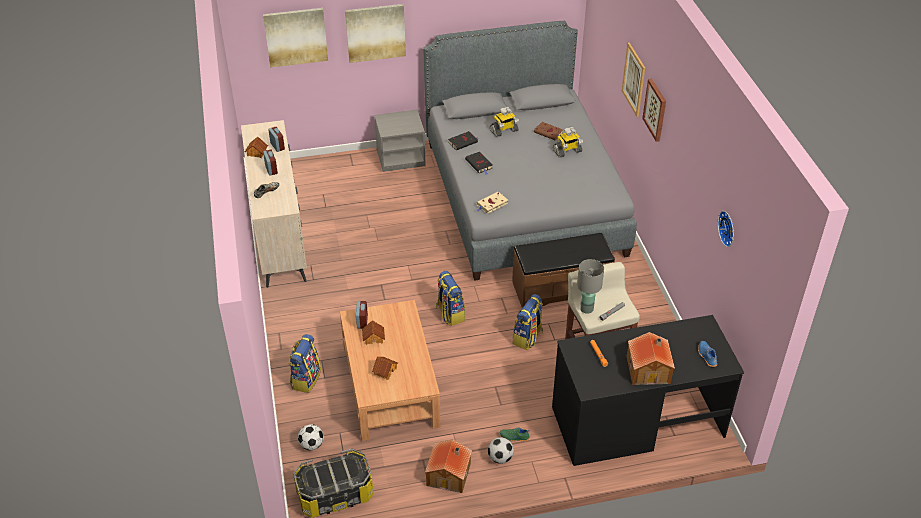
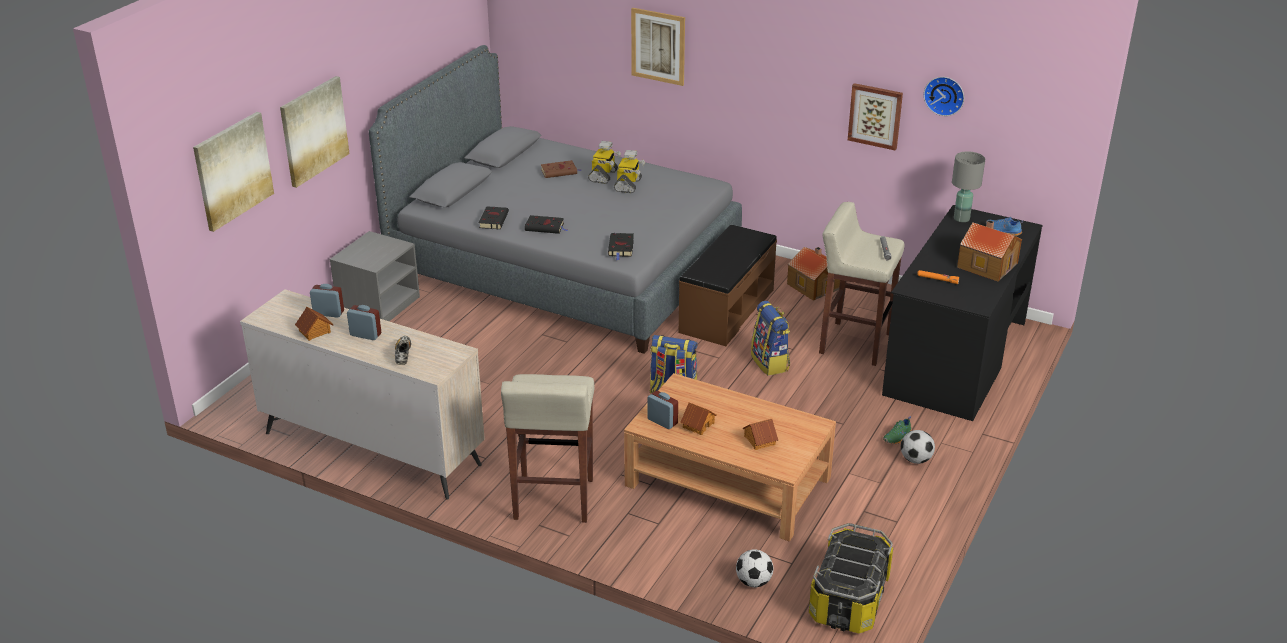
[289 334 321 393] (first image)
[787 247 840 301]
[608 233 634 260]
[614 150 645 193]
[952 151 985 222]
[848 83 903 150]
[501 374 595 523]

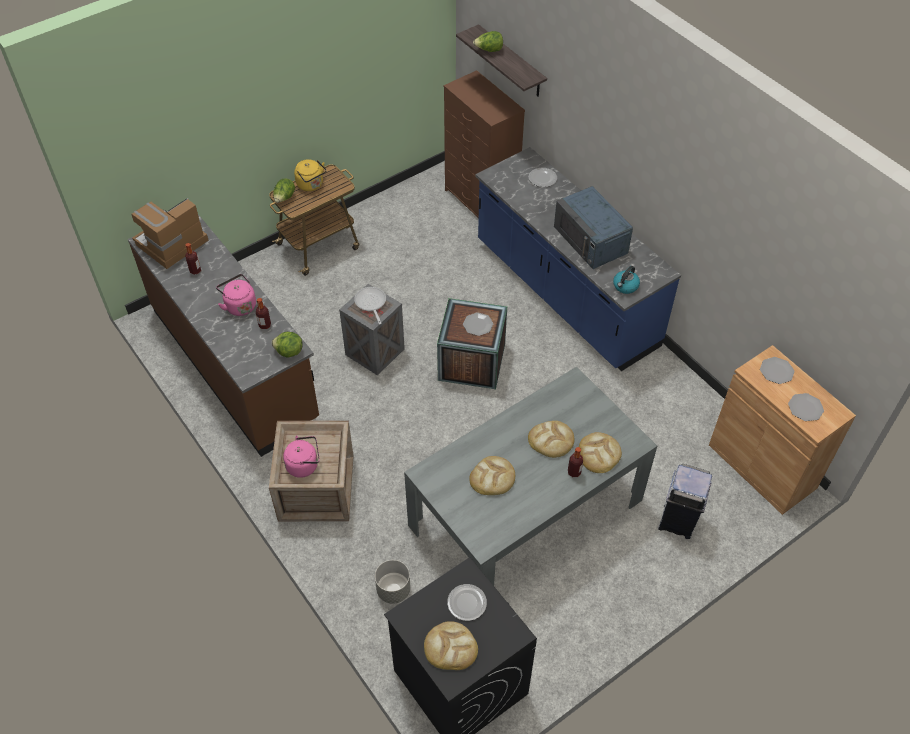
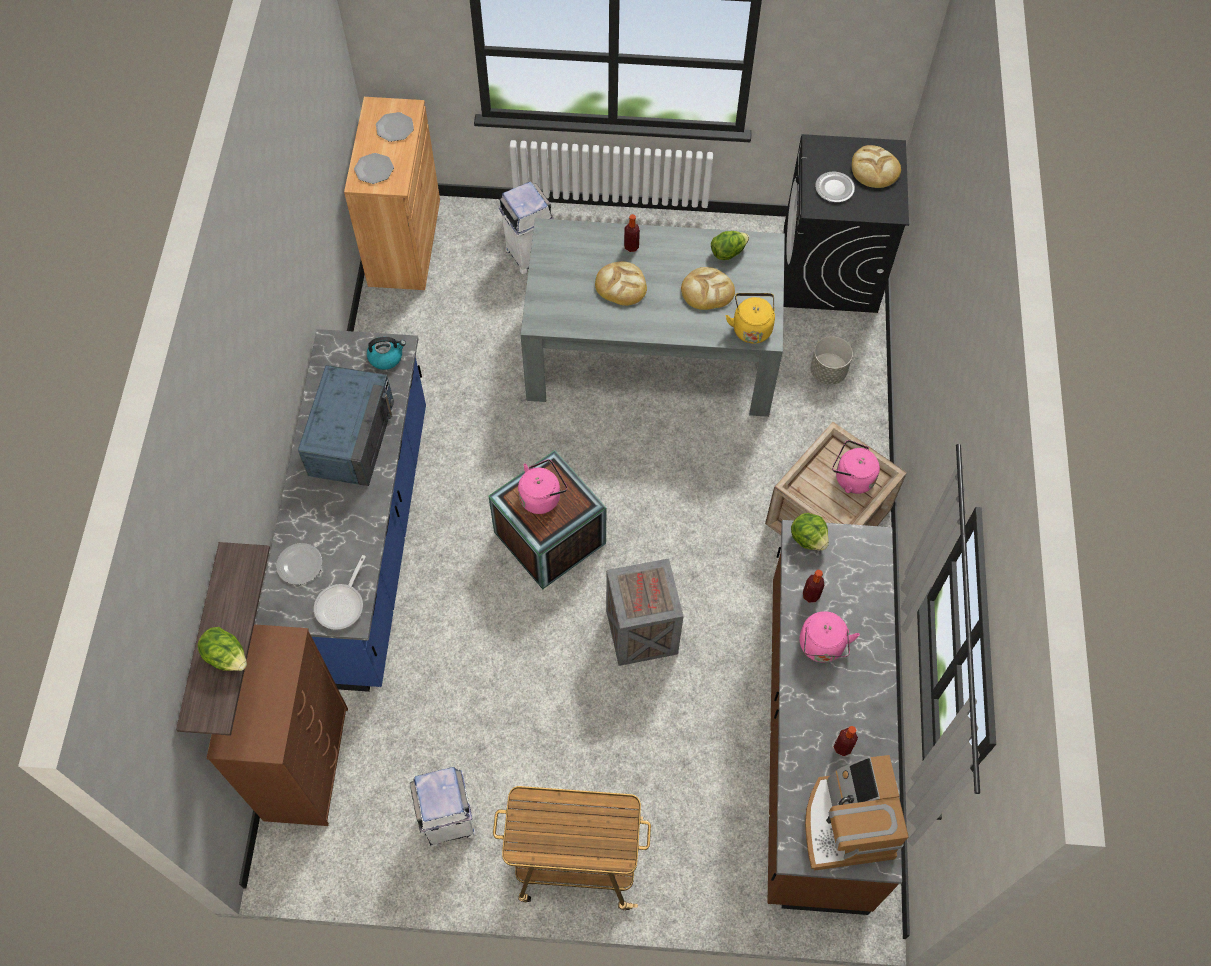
[805 755 909 871]
[711 231 749 260]
[725 293 775 344]
[314 555 366 630]
[518 459 567 514]
[579 432 622 473] (first image)
[410 767 476 847]

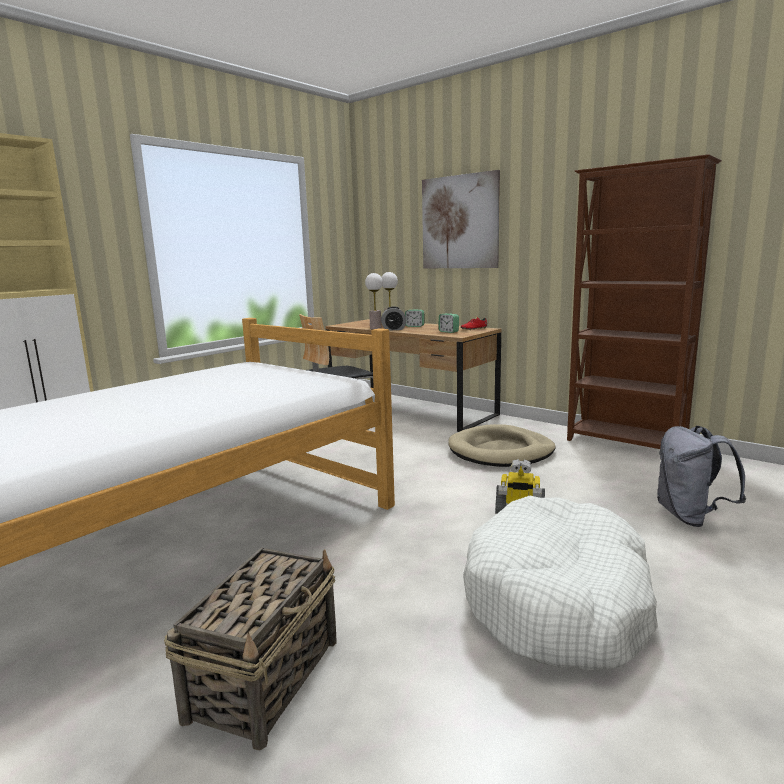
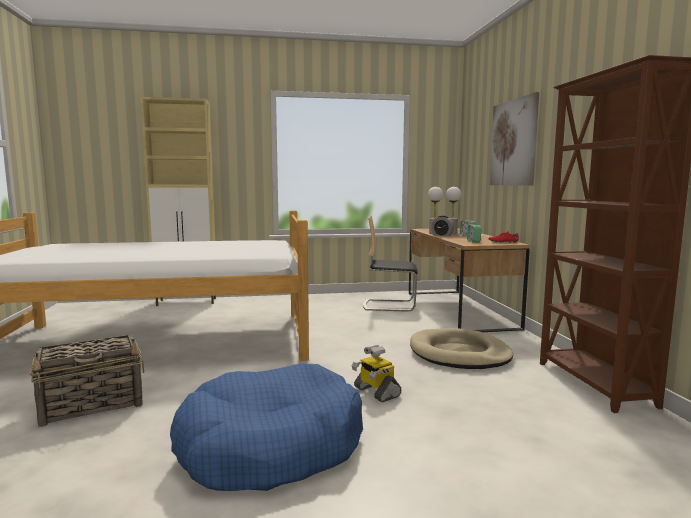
[170 363 363 491]
[657 426 746 527] (first image)

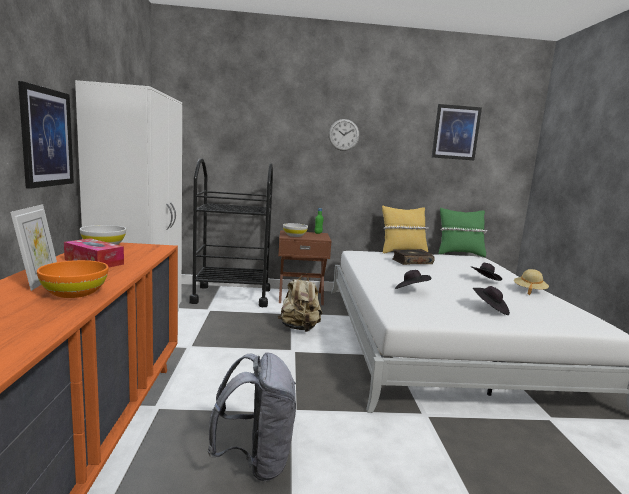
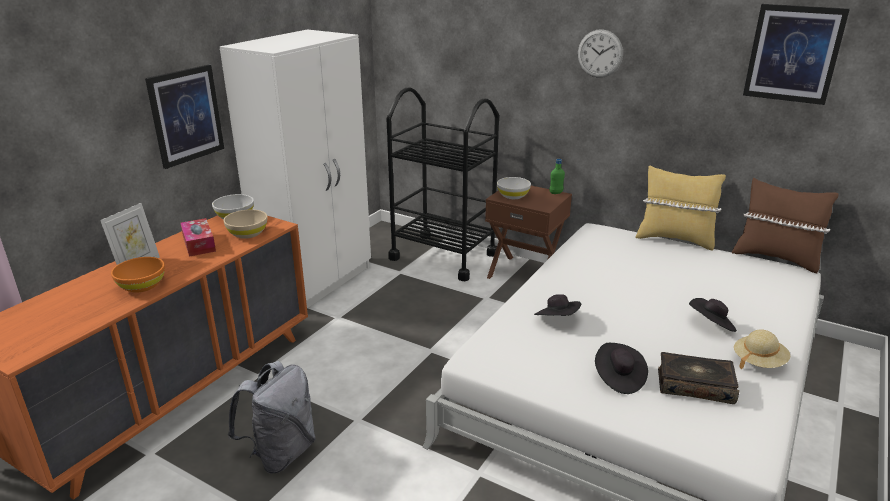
[278 274 322 332] (first image)
[658 352 739 404]
[732 178 839 273]
[223 209 267 239]

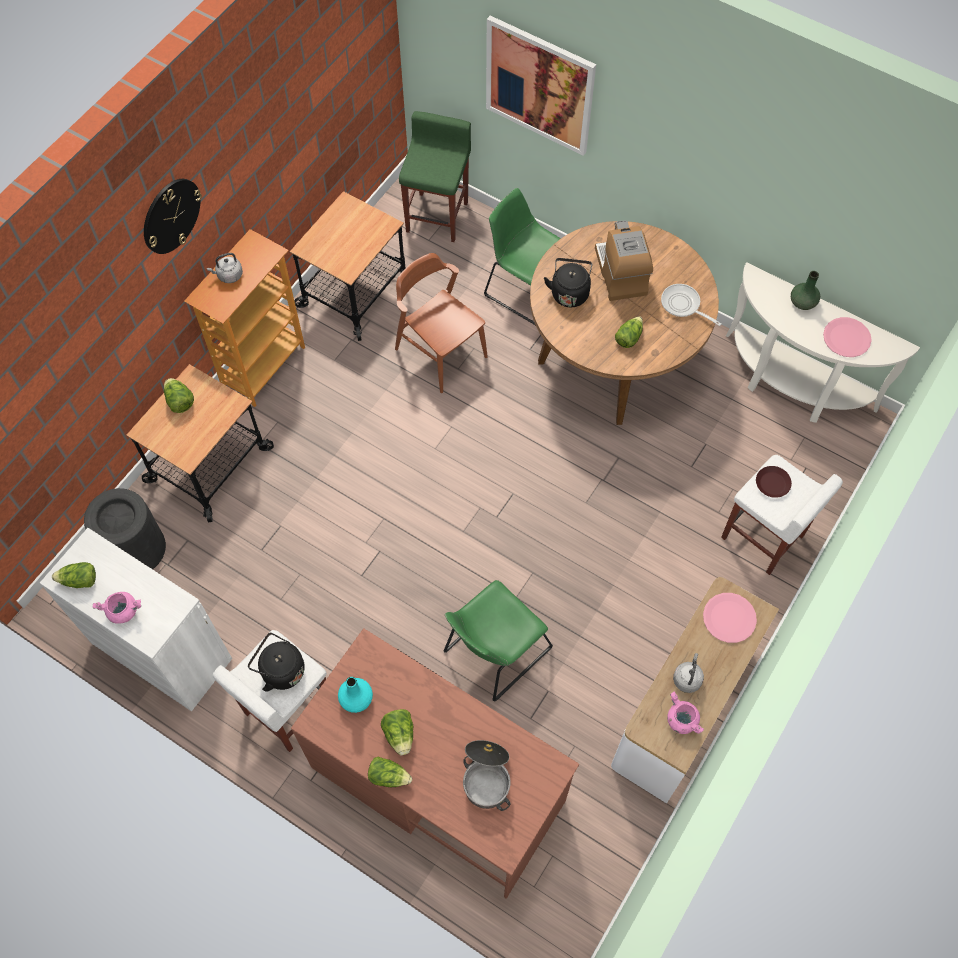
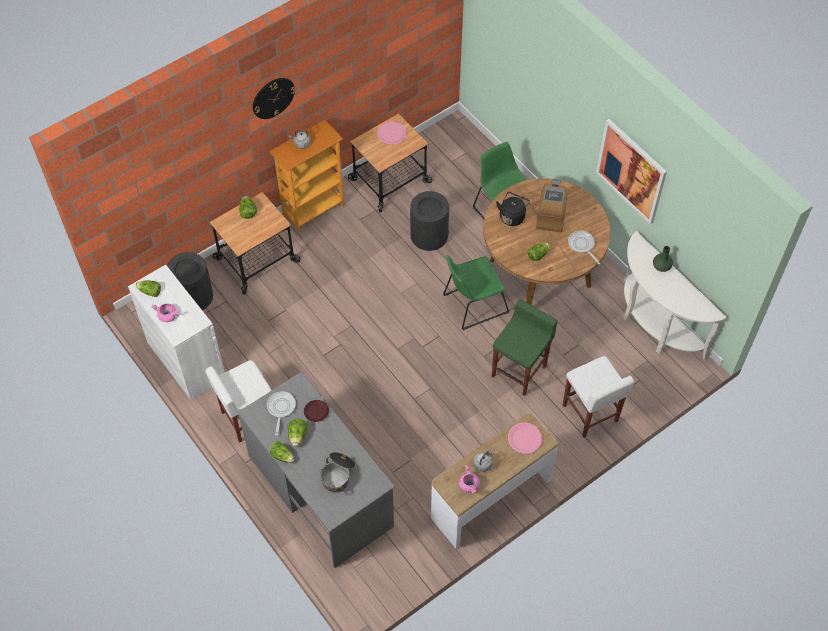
[248 633 305 692] (first image)
[238 372 395 568]
[267 391 296 436]
[410 191 449 251]
[492 300 558 396]
[443 255 509 330]
[596 119 667 225]
[304 400 329 422]
[377 122 407 145]

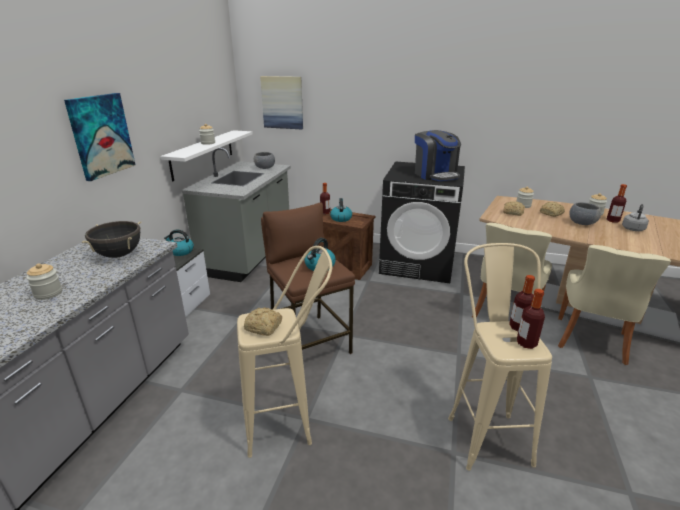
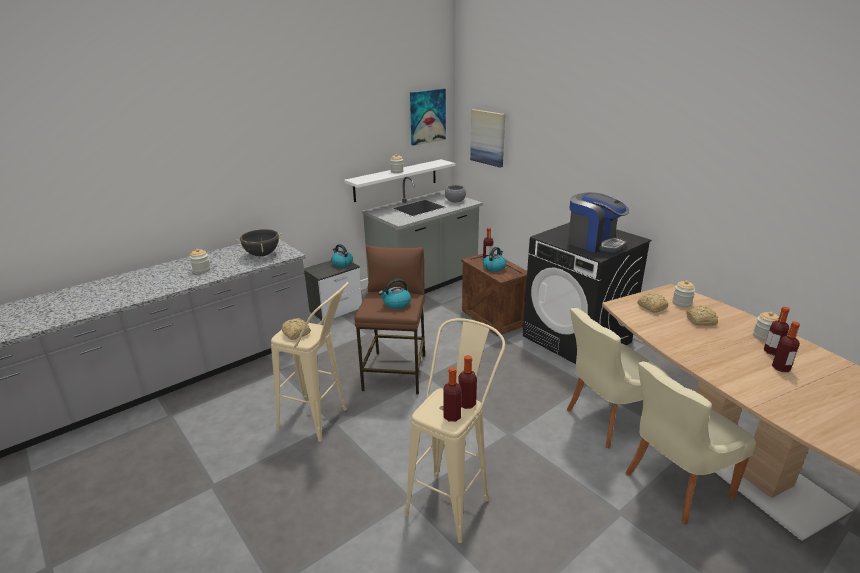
[410 89 446 146]
[568 192 629 253]
[569 202 601 225] (first image)
[772 322 800 372]

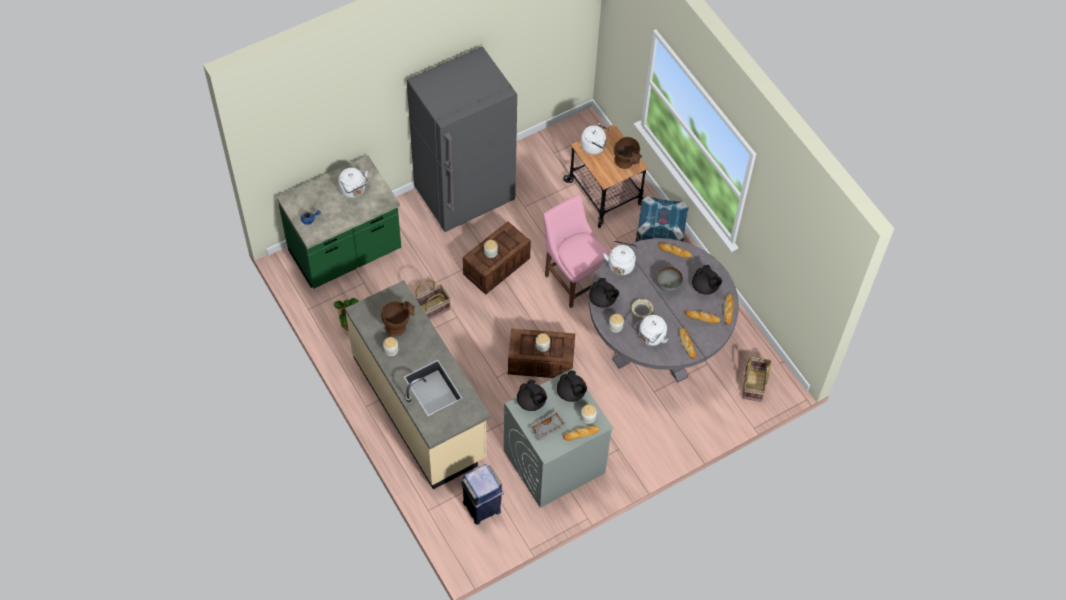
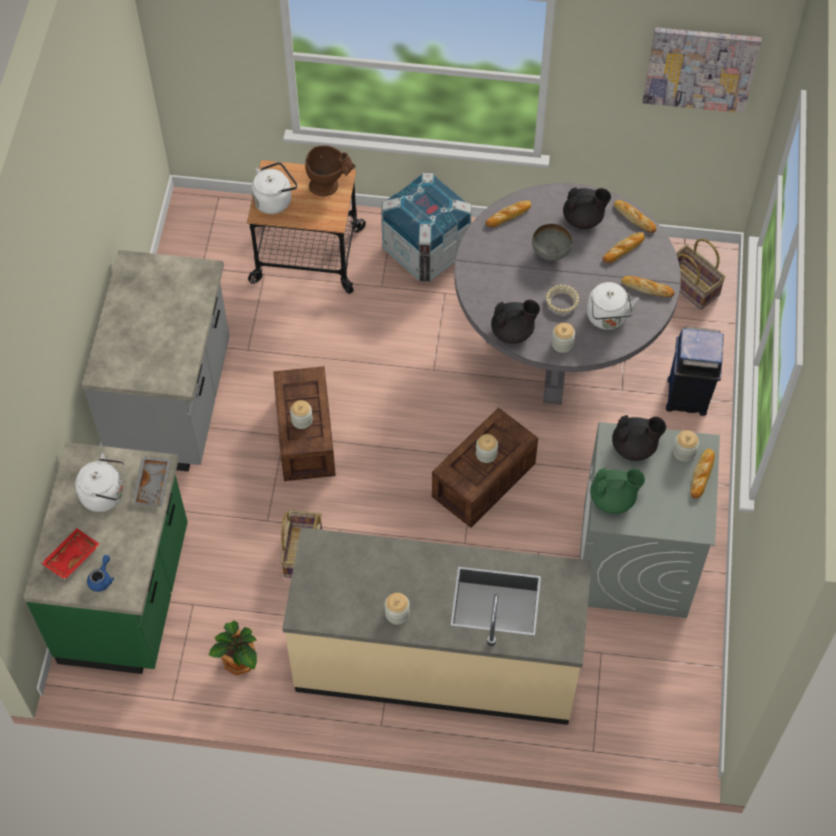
[381 301 415 337] (first image)
[82 250 230 472]
[666 327 724 416]
[590 468 645 514]
[132 456 171 507]
[543 195 610 308] (first image)
[603 241 638 275] (first image)
[41 528 100 580]
[643 27 762 113]

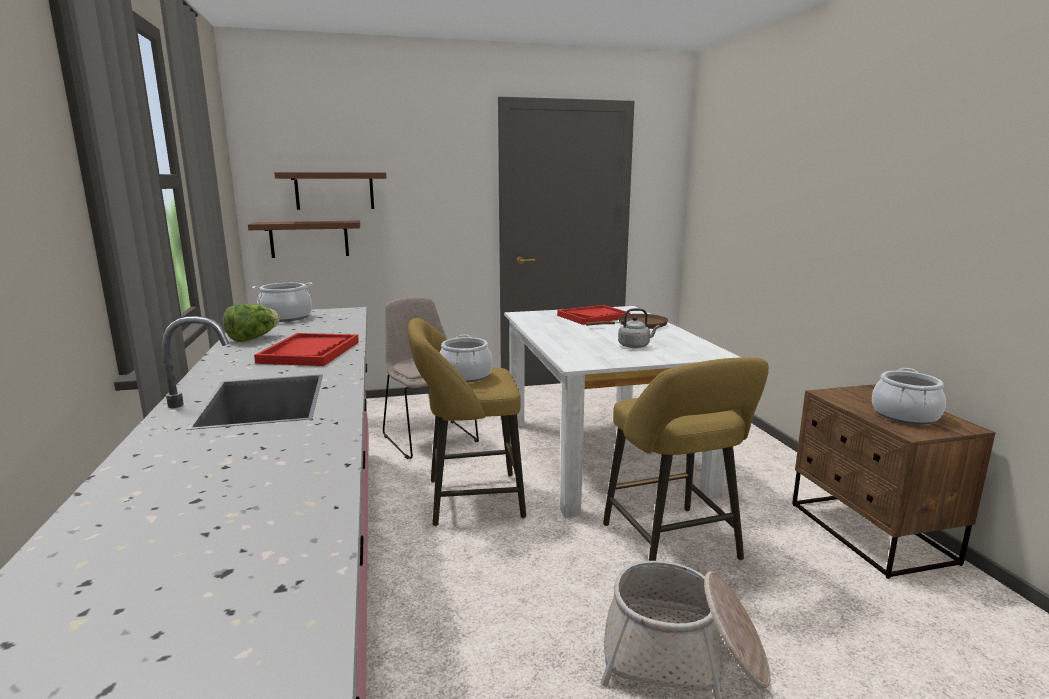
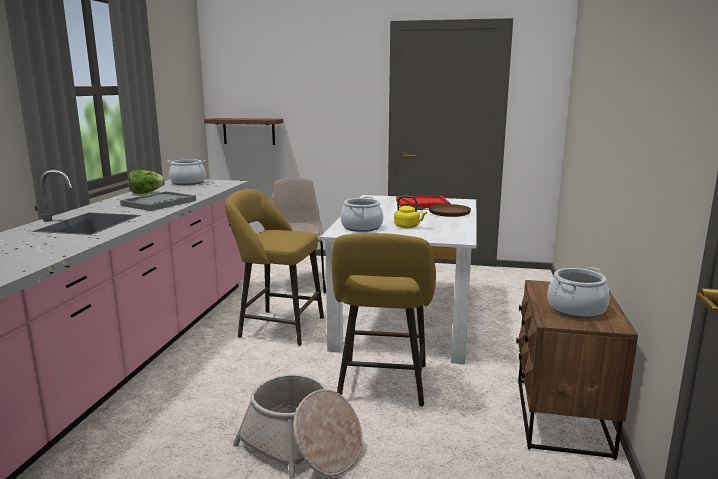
[120 191 196 211]
[274 172 386 210] (first image)
[341 196 383 232]
[394 196 427 228]

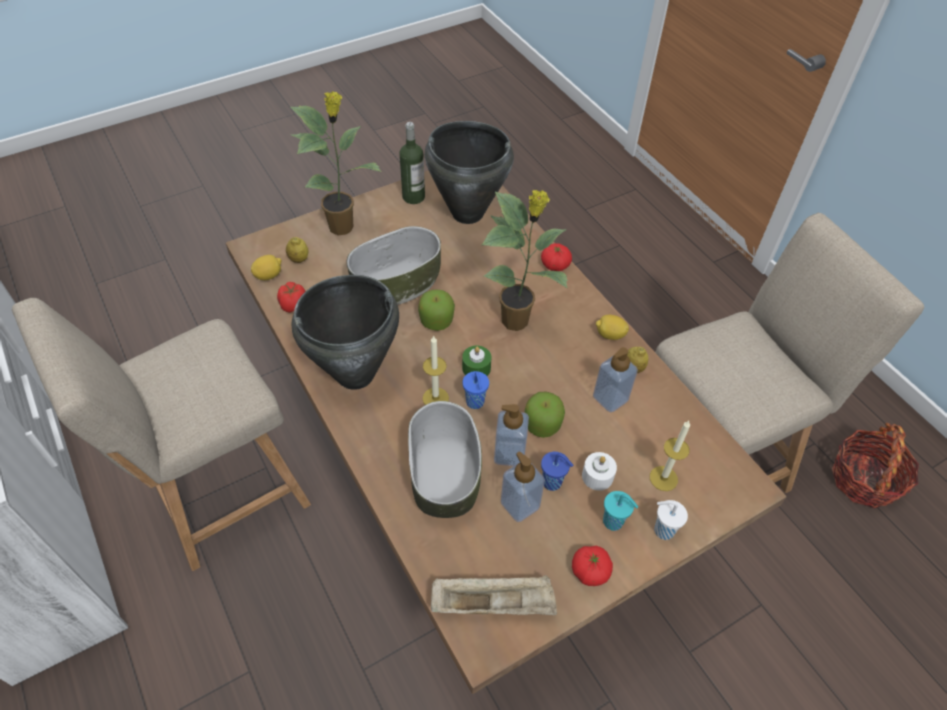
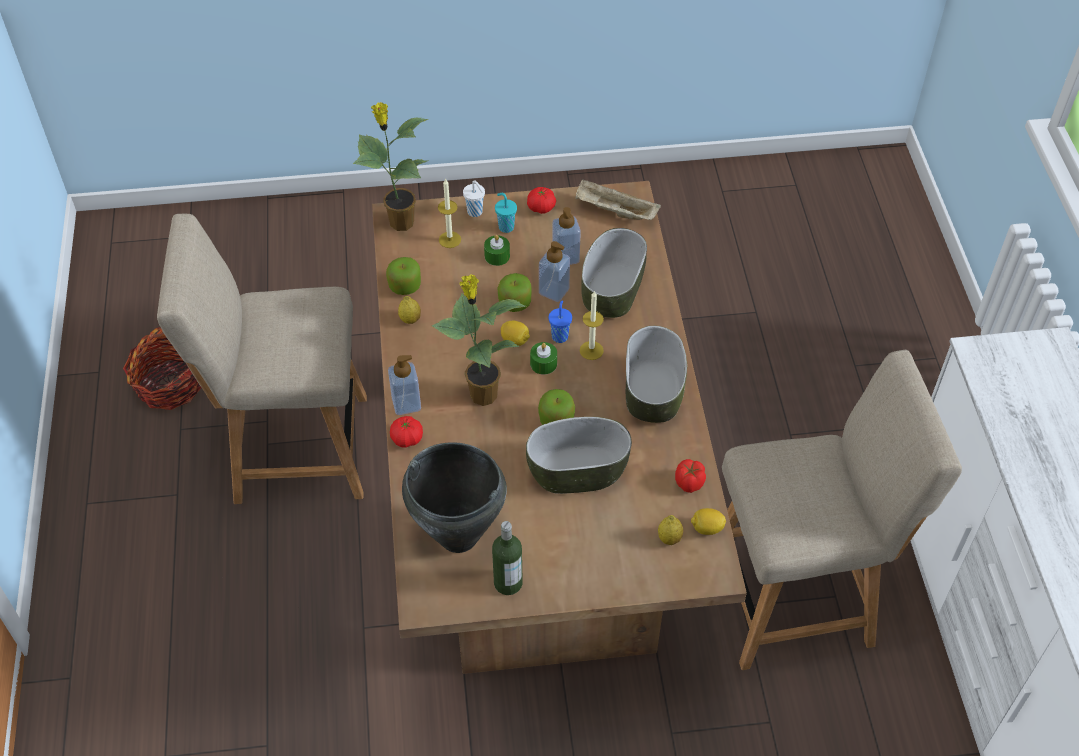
[353 102 429 231]
[626 326 687 423]
[541 452 573 491] (first image)
[484 235 510 266]
[388 355 421 415]
[501 321 530 346]
[386 257 421 295]

